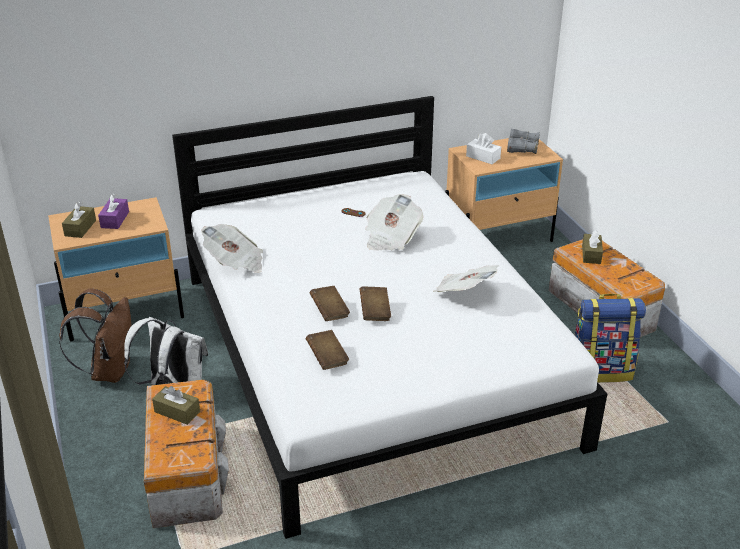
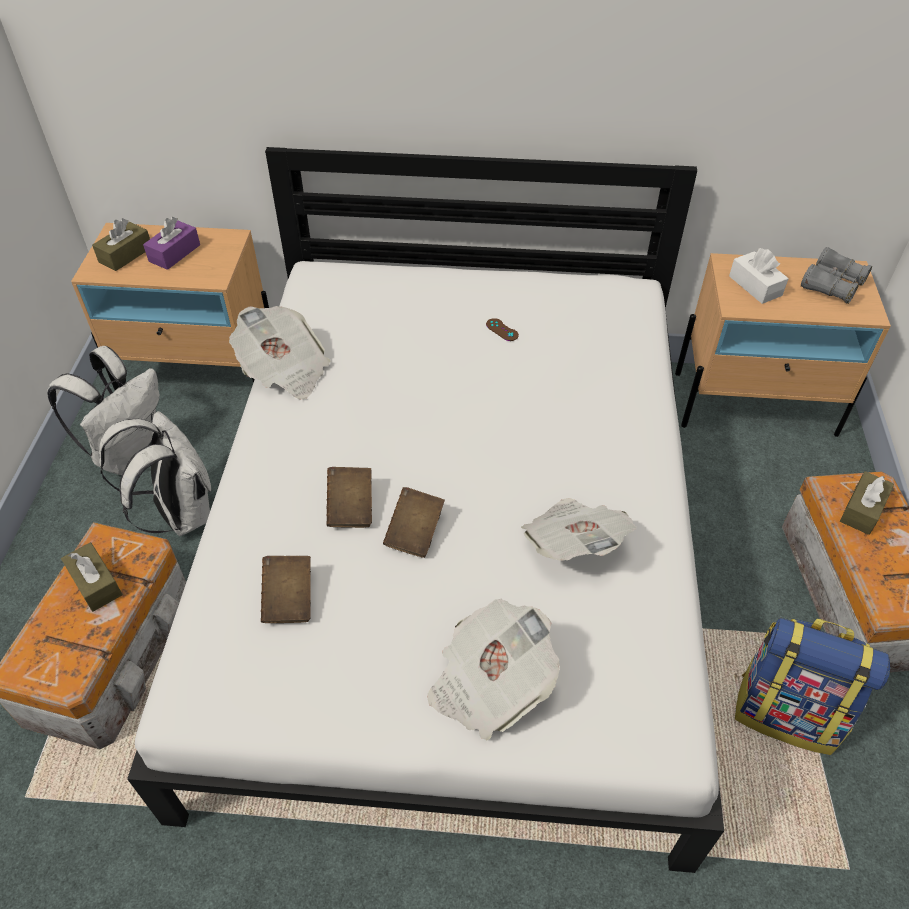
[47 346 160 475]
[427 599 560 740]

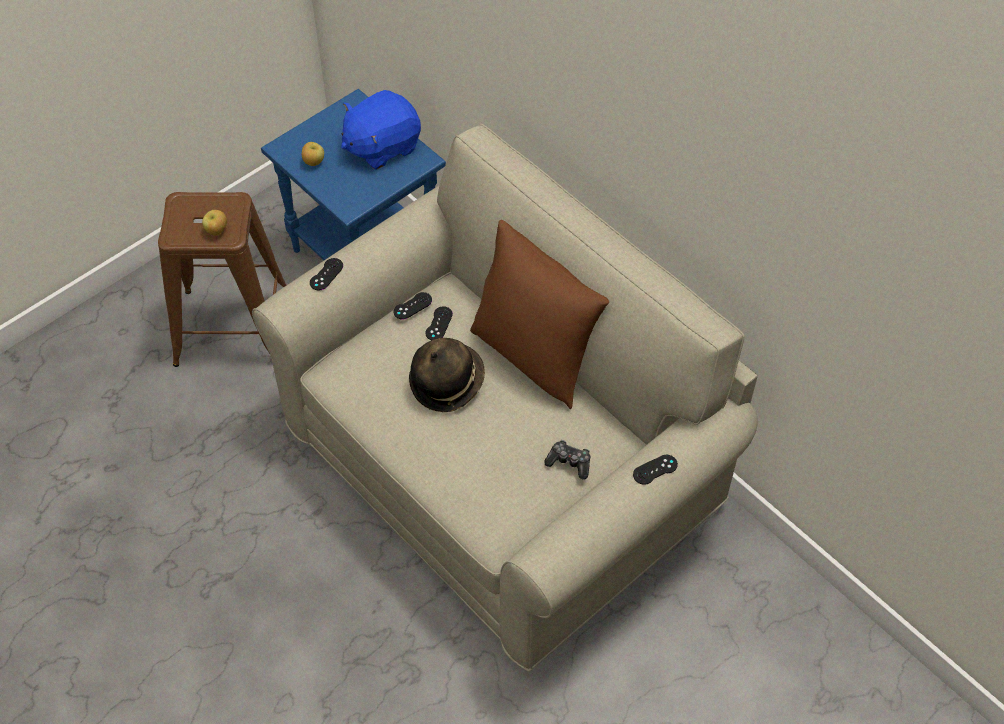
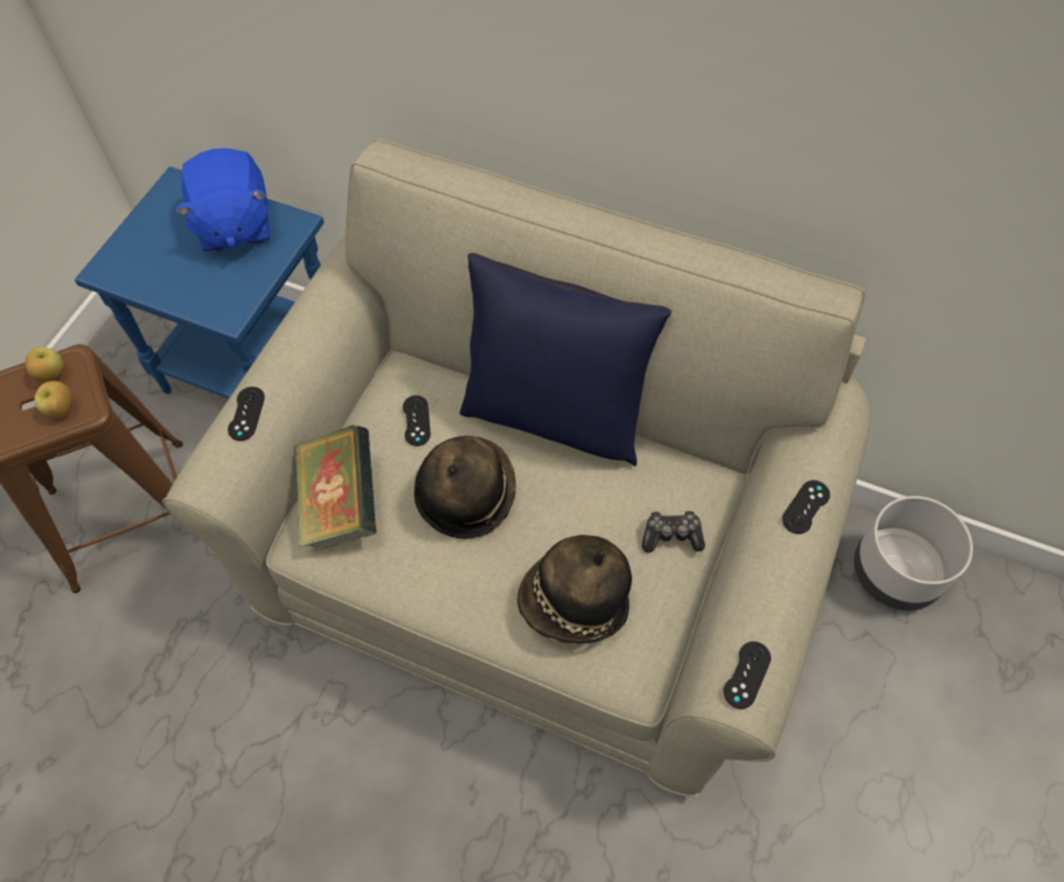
[25 347 63 382]
[175 148 270 252]
[724 641 771 709]
[460 253 672 466]
[295 425 377 551]
[517 535 632 644]
[854 496 973 611]

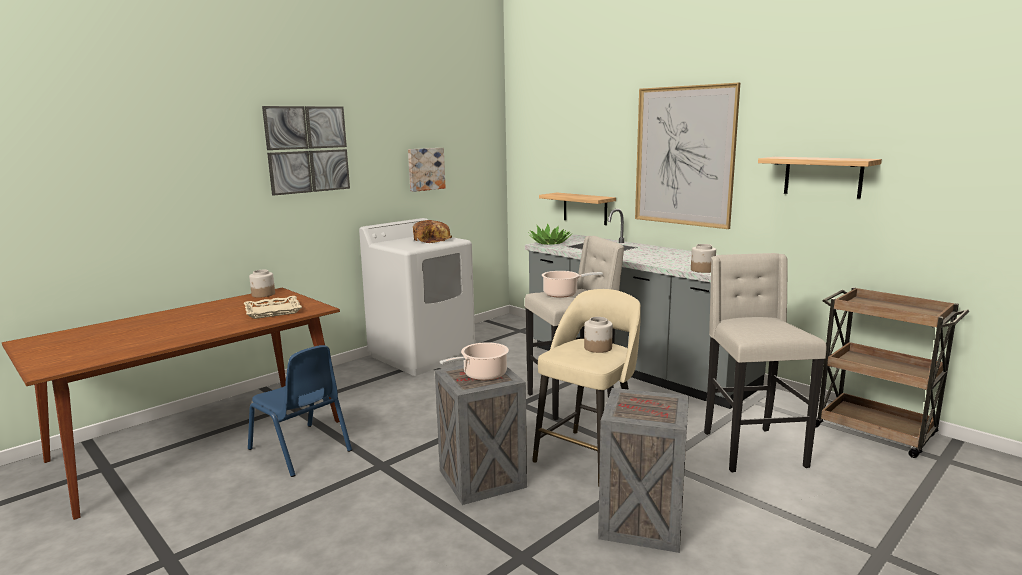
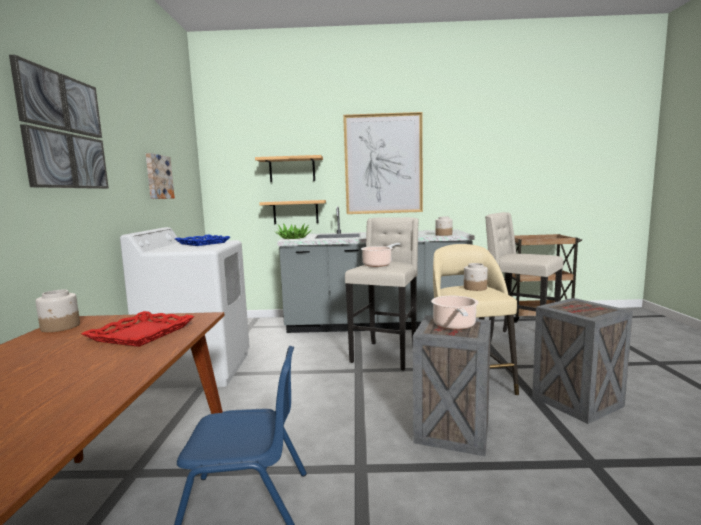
[82 311 194 347]
[175 235 230 246]
[255 155 323 182]

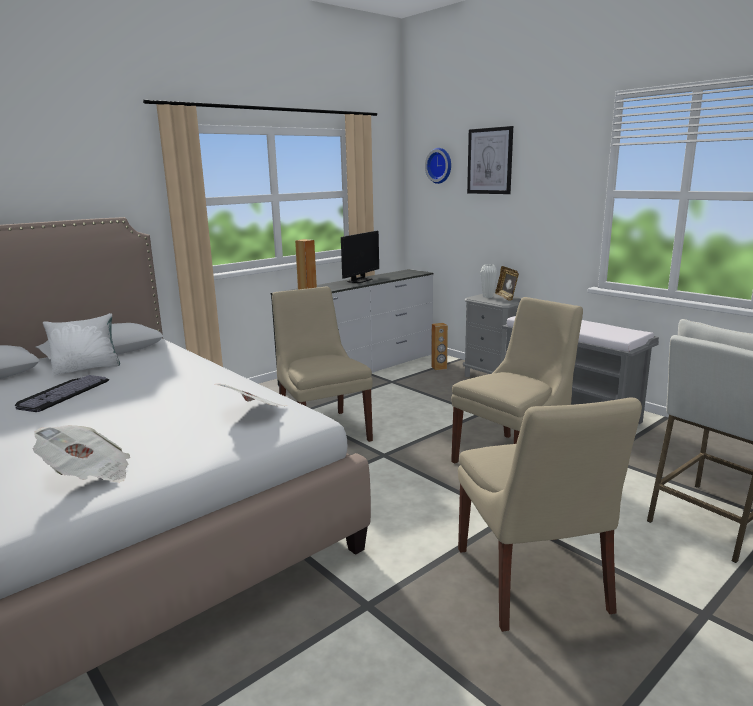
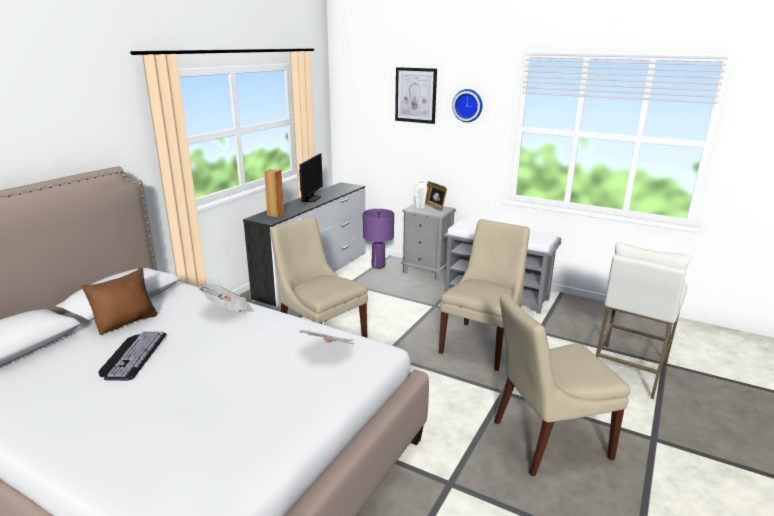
[198 285 254 312]
[82 267 158 335]
[452 89 482 122]
[363 209 394 269]
[494 293 630 476]

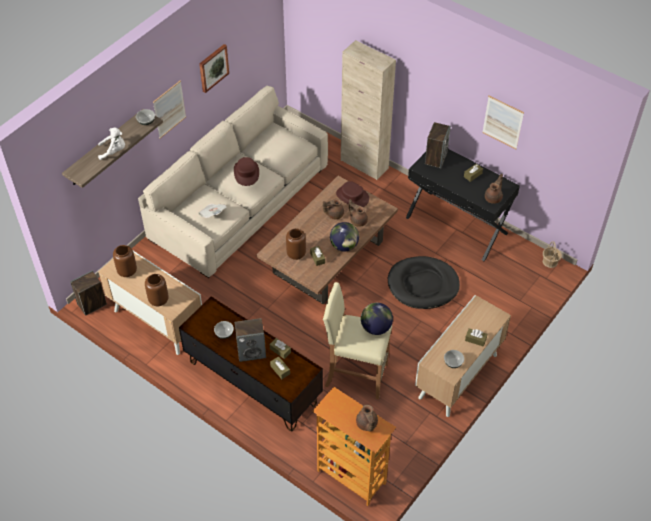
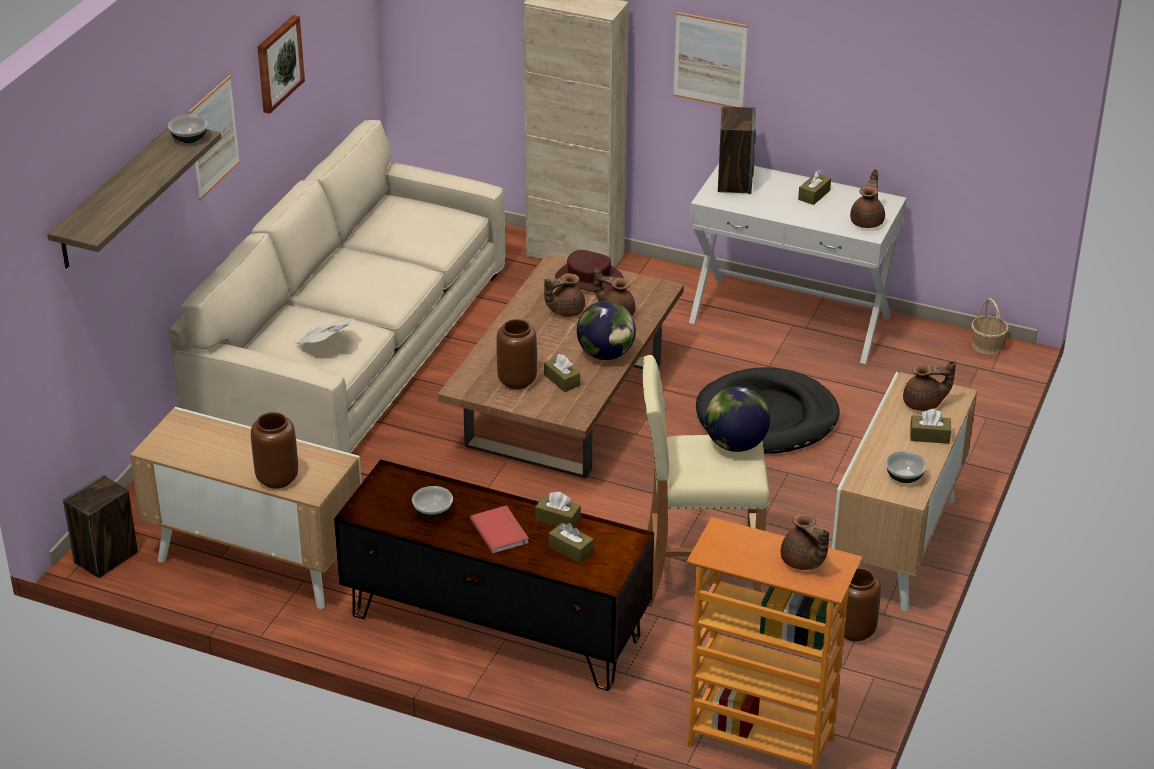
[98 128 125 160] (first image)
[839 568 881 642]
[234 157 259 186] (first image)
[470 505 529 554]
[689 164 907 364]
[673 12 748 107]
[903 361 956 411]

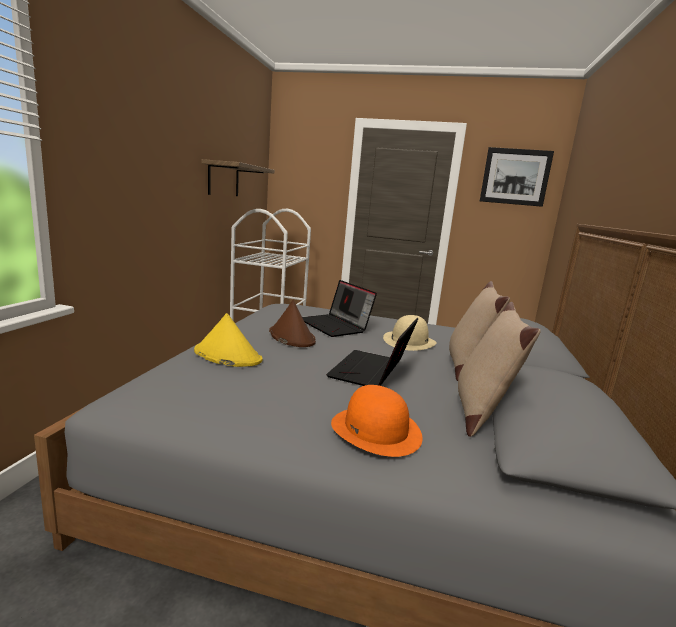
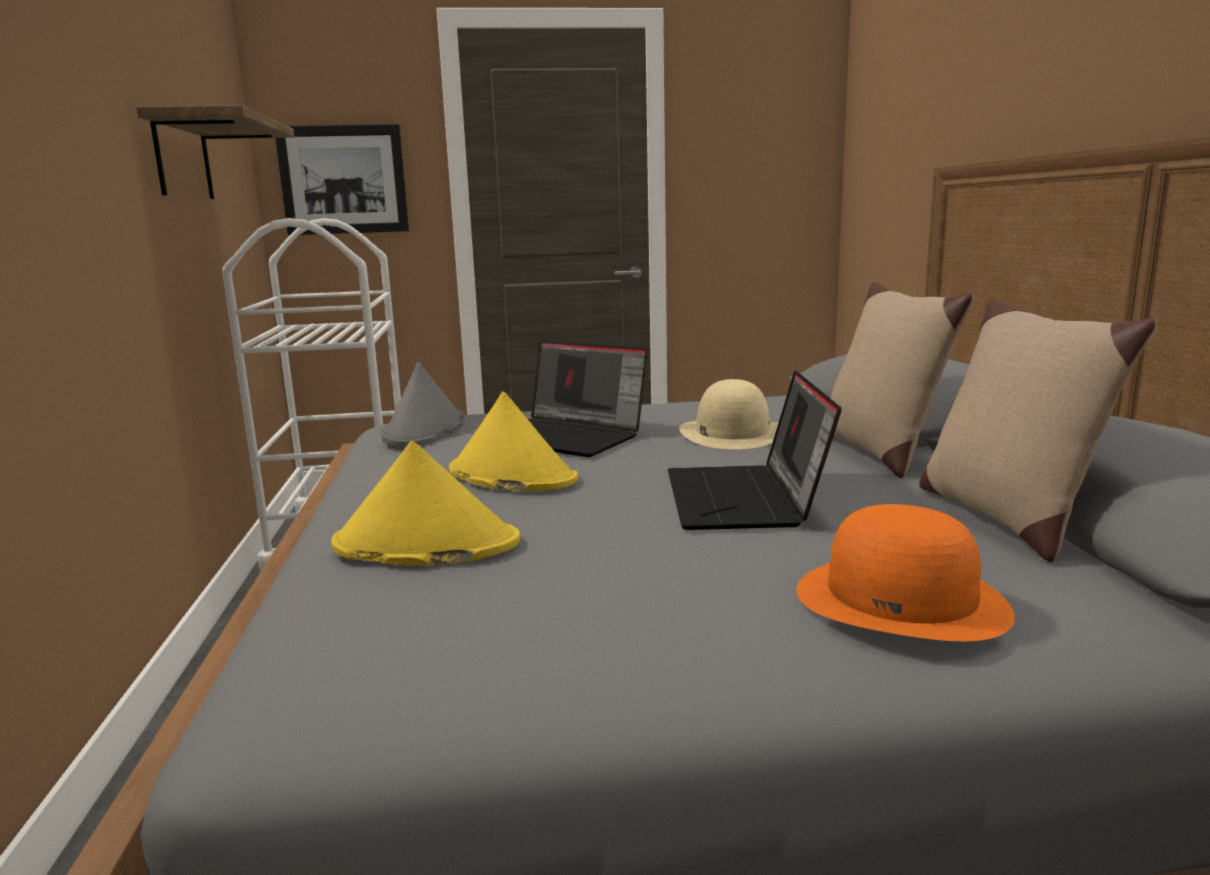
[449 392 578 492]
[275 124 409 235]
[381 362 465 446]

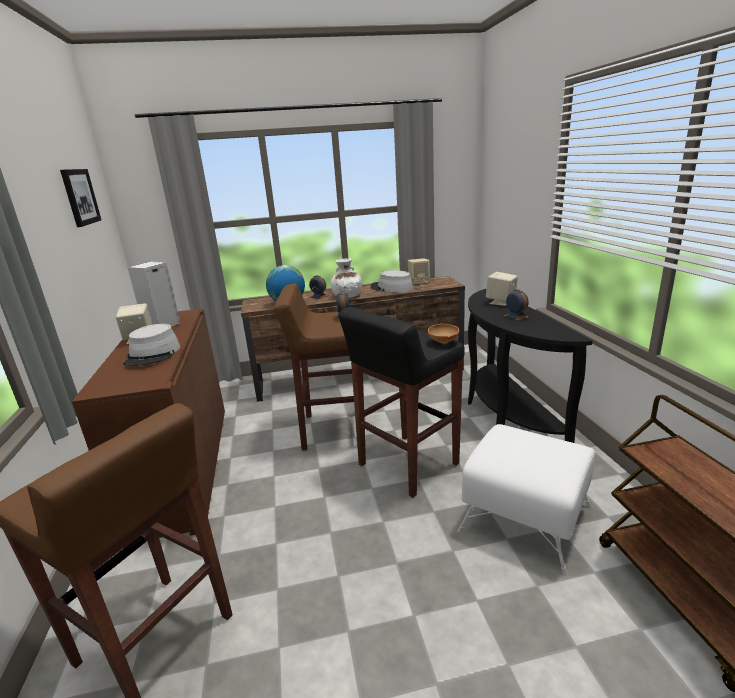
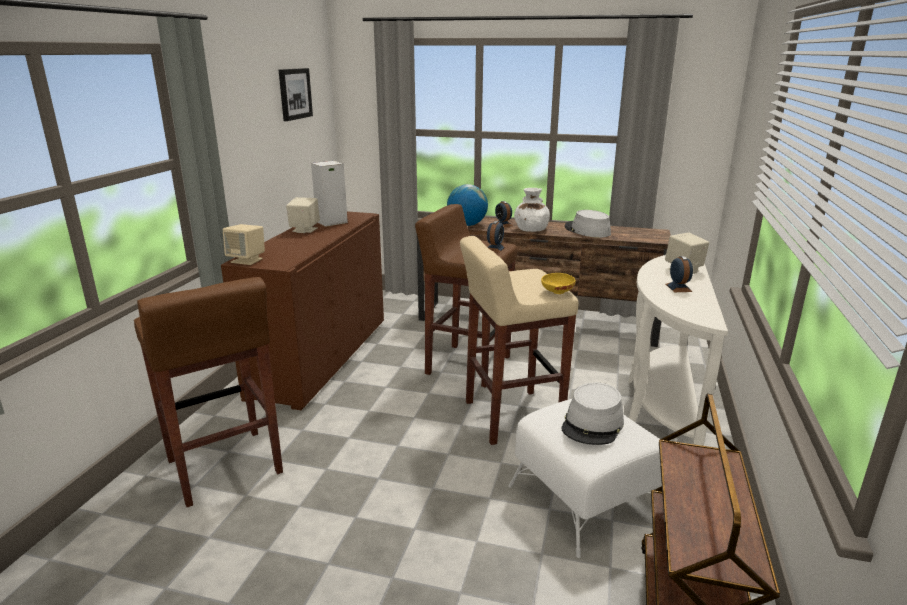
[561 382 624 445]
[460 236 579 445]
[223 224 265 265]
[541 273 576 294]
[628 255 728 446]

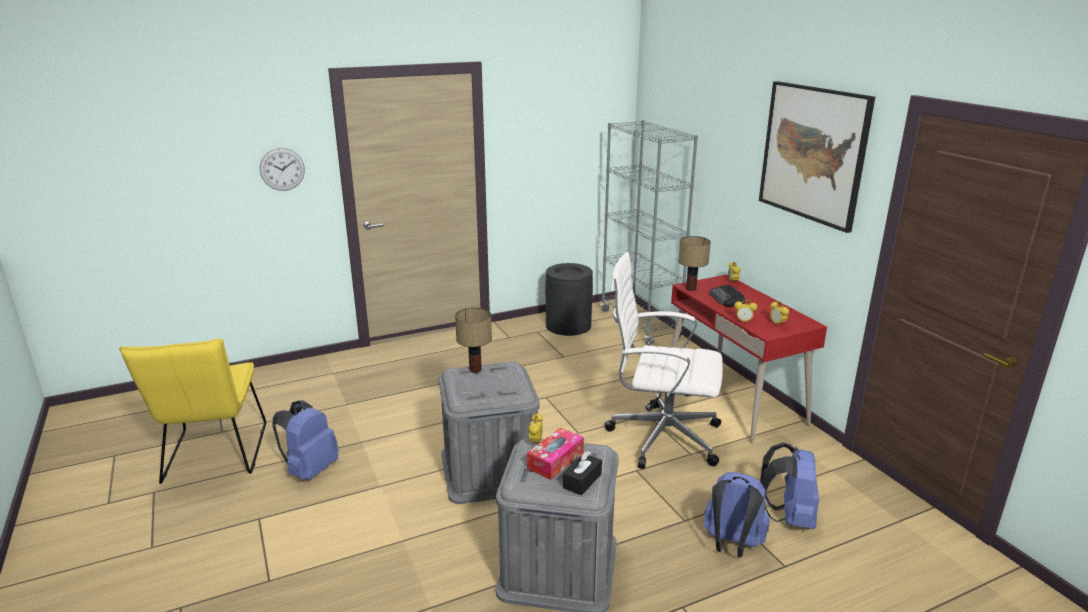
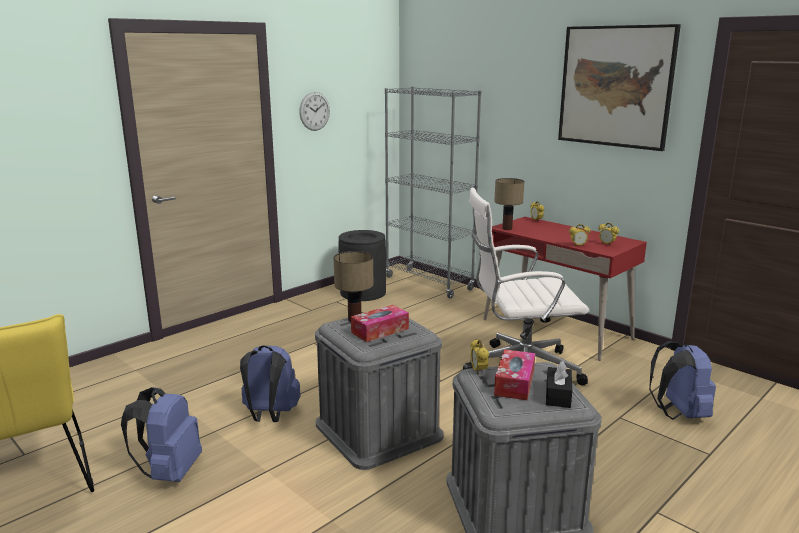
[299 92 330 131]
[240 345 301 422]
[710 285 745 307] (first image)
[351 305 409 342]

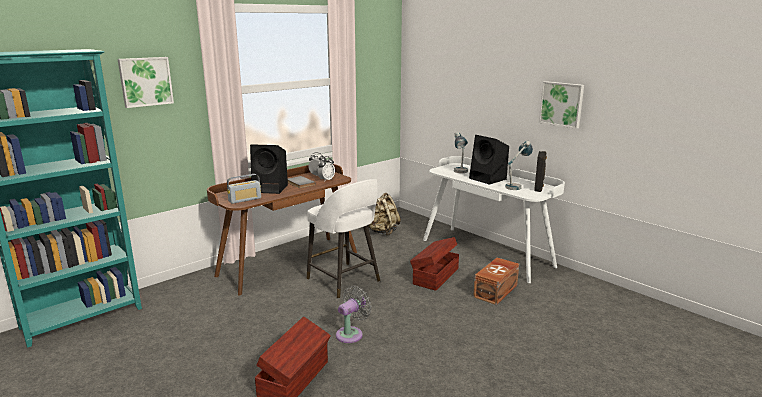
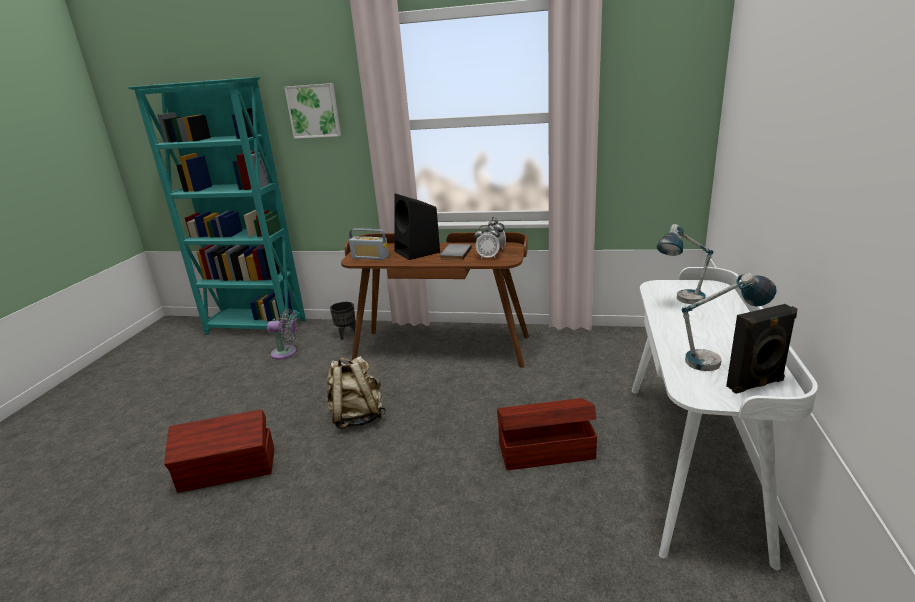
[307 179 380 298] (first image)
[267 309 299 360]
[327 356 386 429]
[469 135 509 184] (first image)
[473 258 519 305] (first image)
[539 81 584 129] (first image)
[330 302 356 340]

